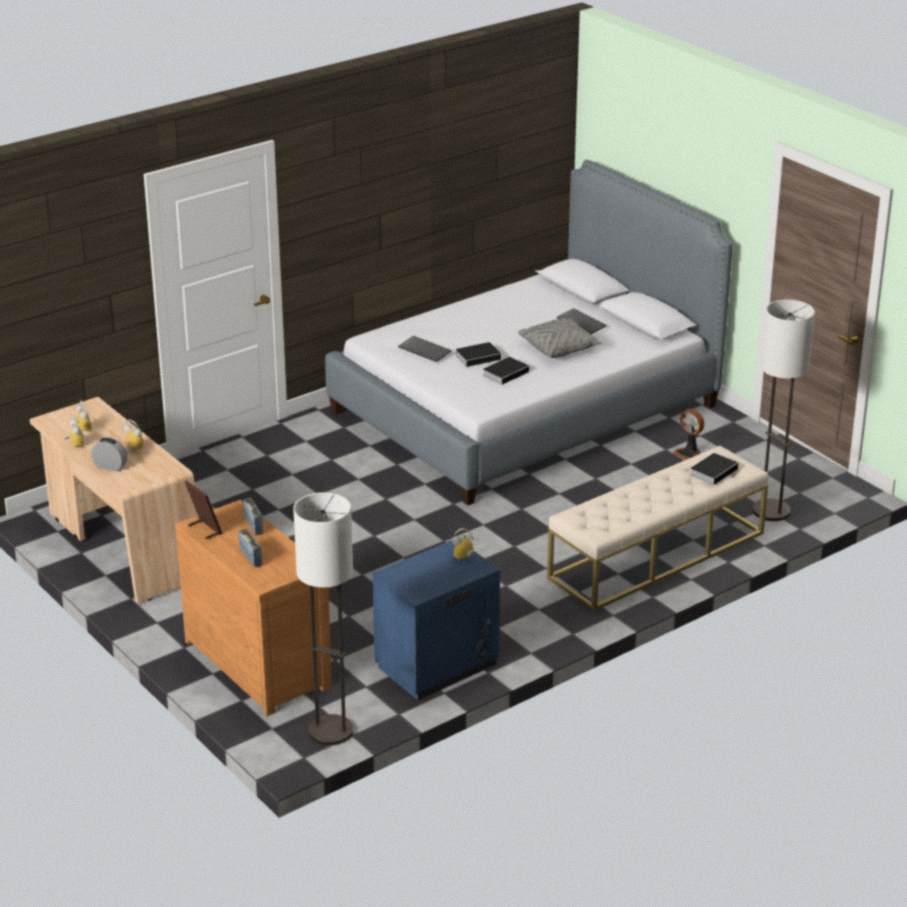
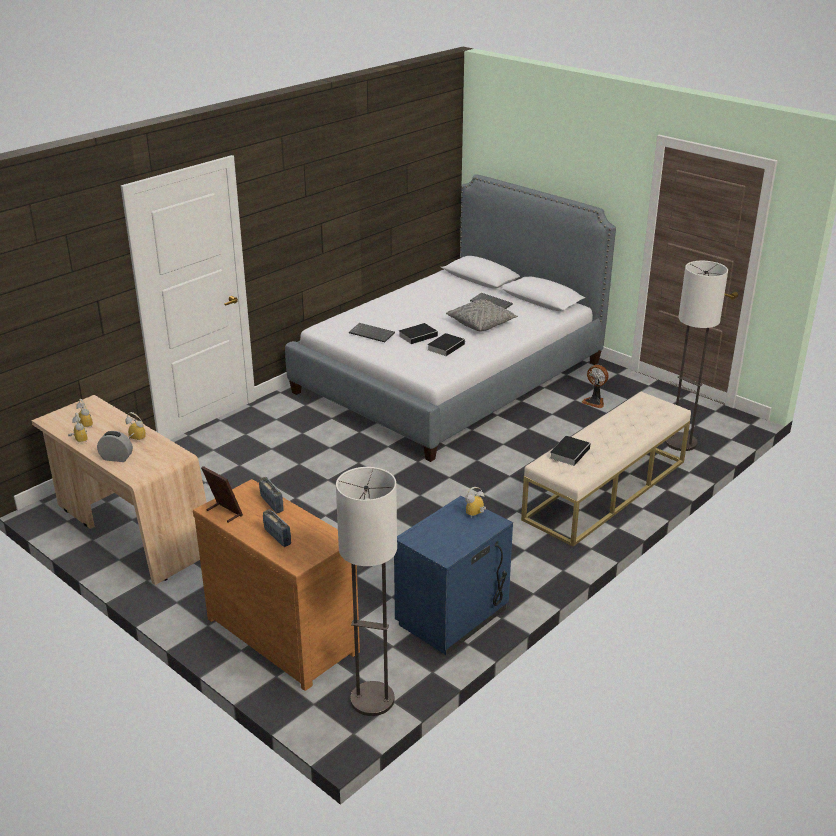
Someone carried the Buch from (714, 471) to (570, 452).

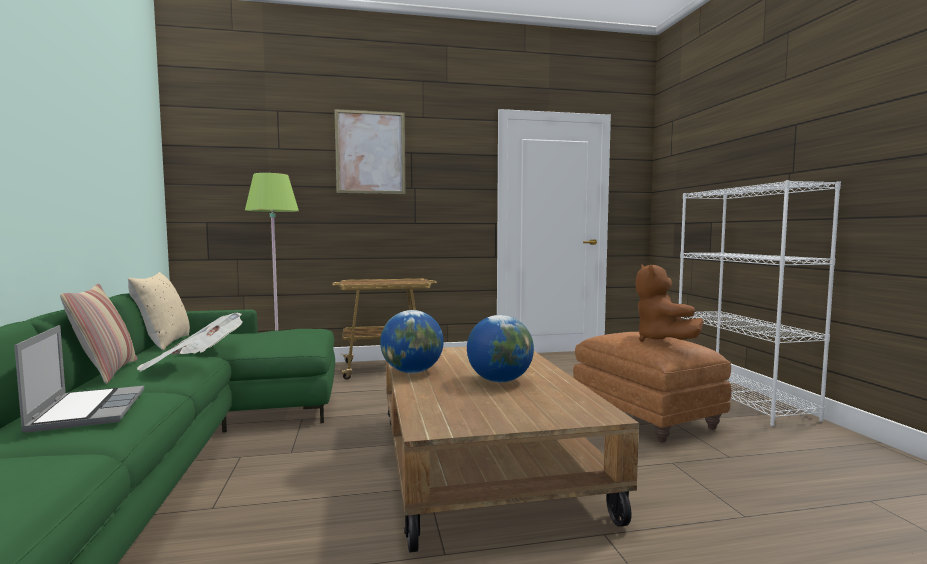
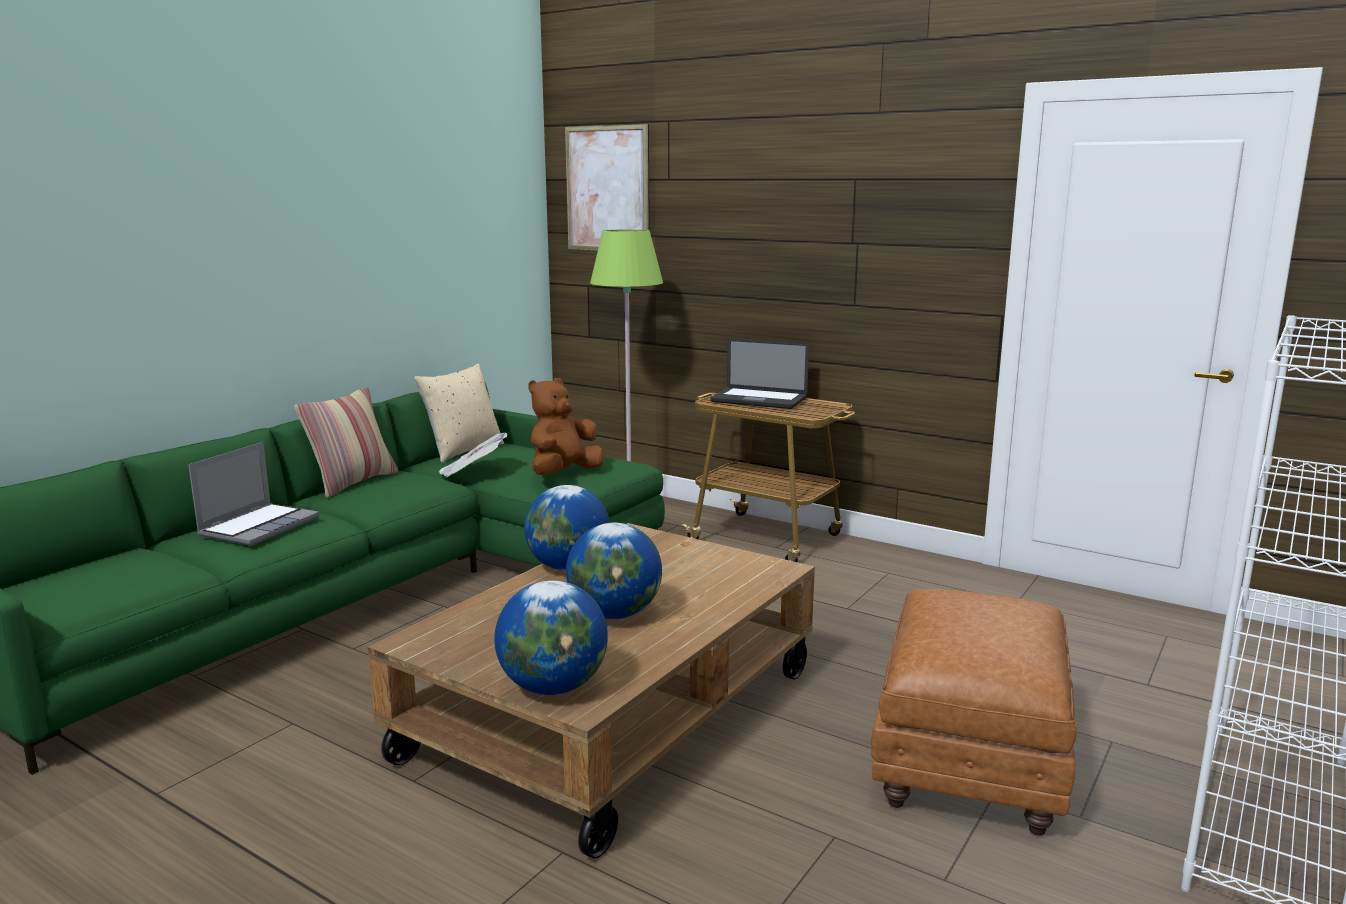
Someone took away the Zeitung at (173, 367).
Someone carried the Bild from (370, 152) to (607, 189).
Someone carried the Plüschtier [braun] from (662, 341) to (563, 474).
Someone put down the Globus at (553, 687).
Someone put down the Laptop at (758, 400).

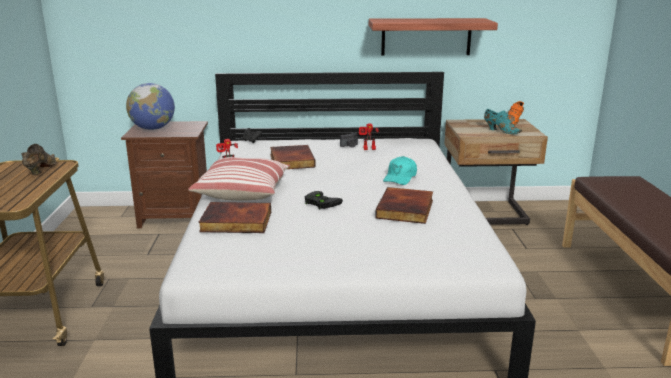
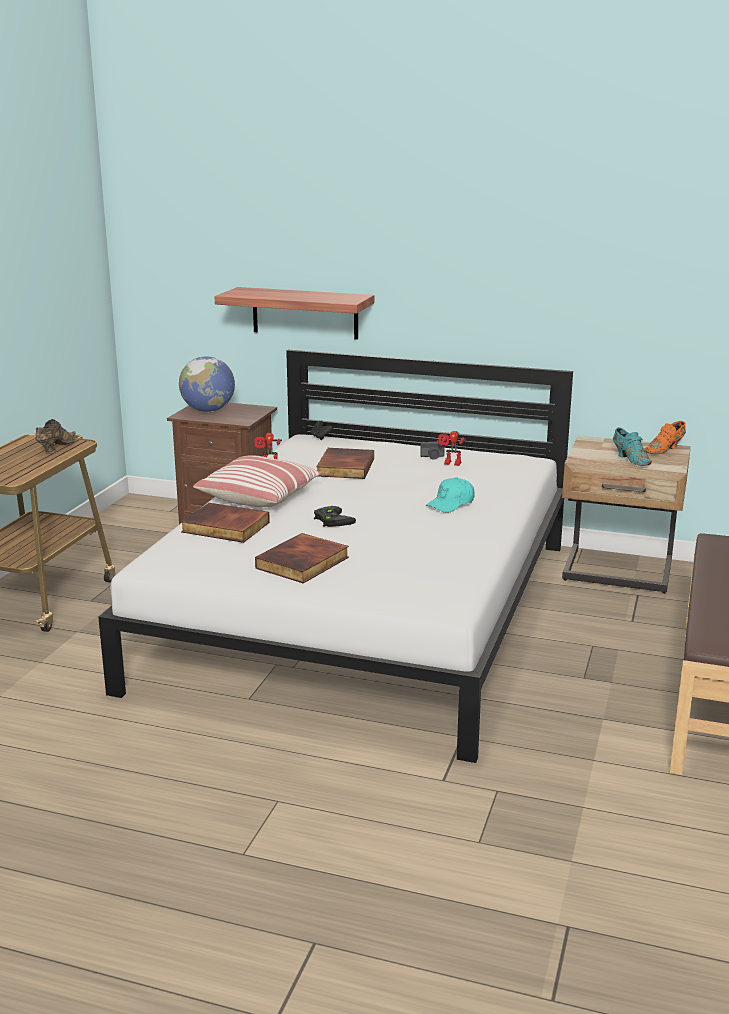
Someone carried the Wandregal from (426, 36) to (305, 313).
Someone carried the Buch from (406, 209) to (303, 563).

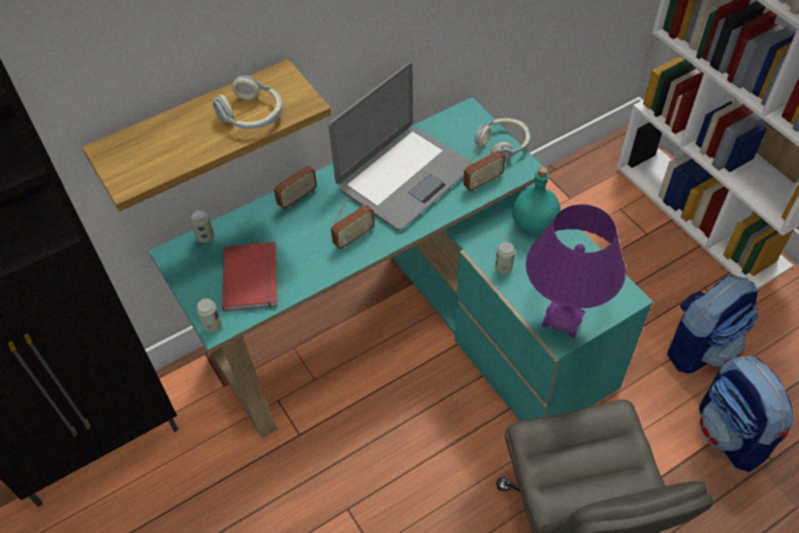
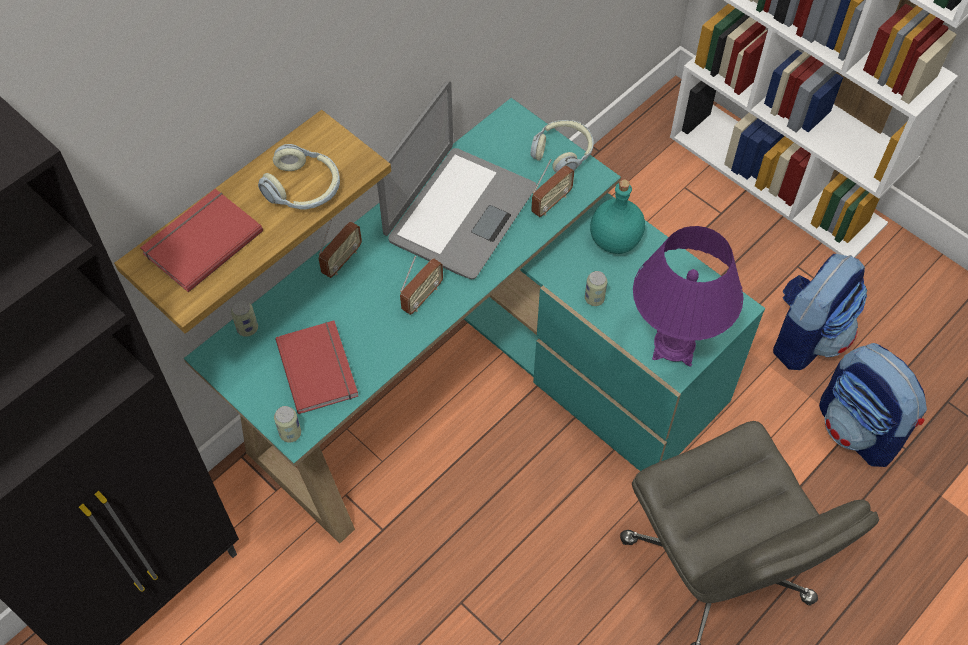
Someone put down the Buch [rot] at (200, 241).

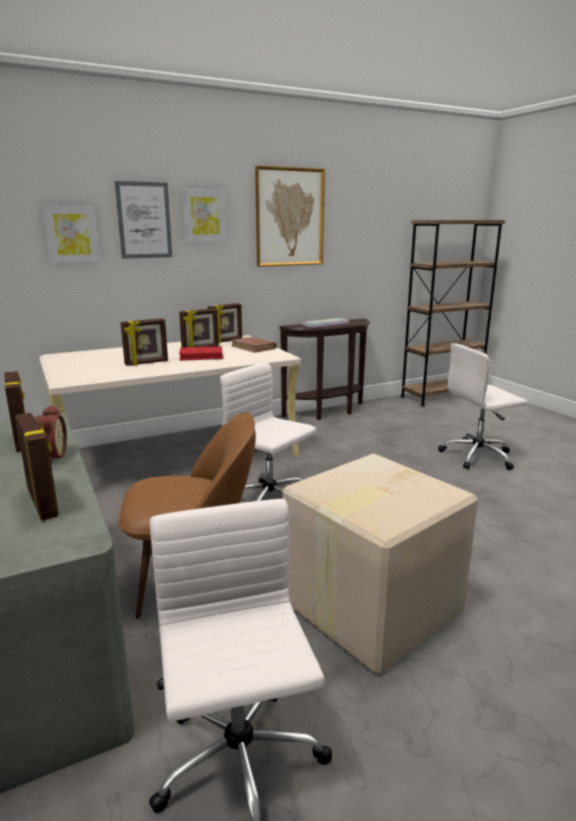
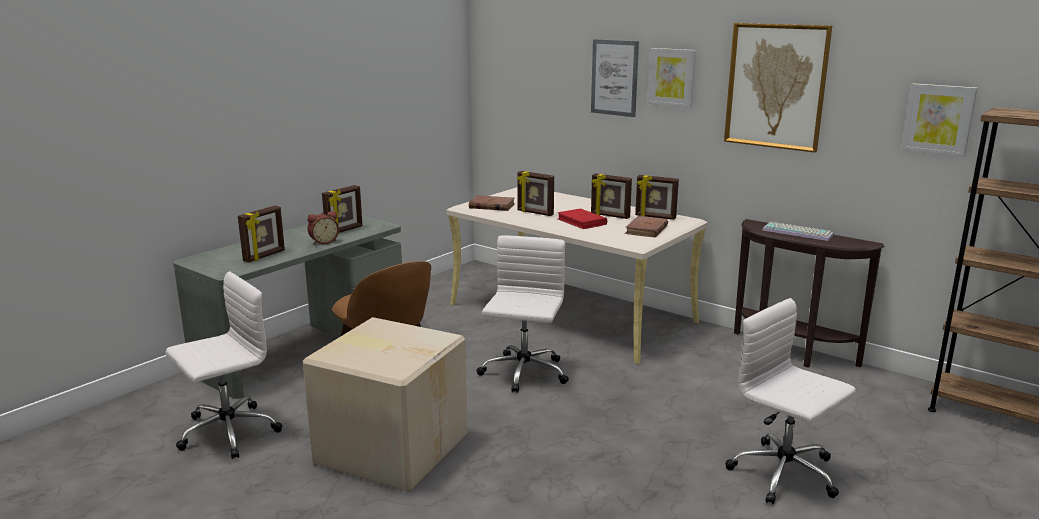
Someone carried the Bild from (72, 234) to (938, 119).
Someone put down the Buch [braun] at (491, 206).

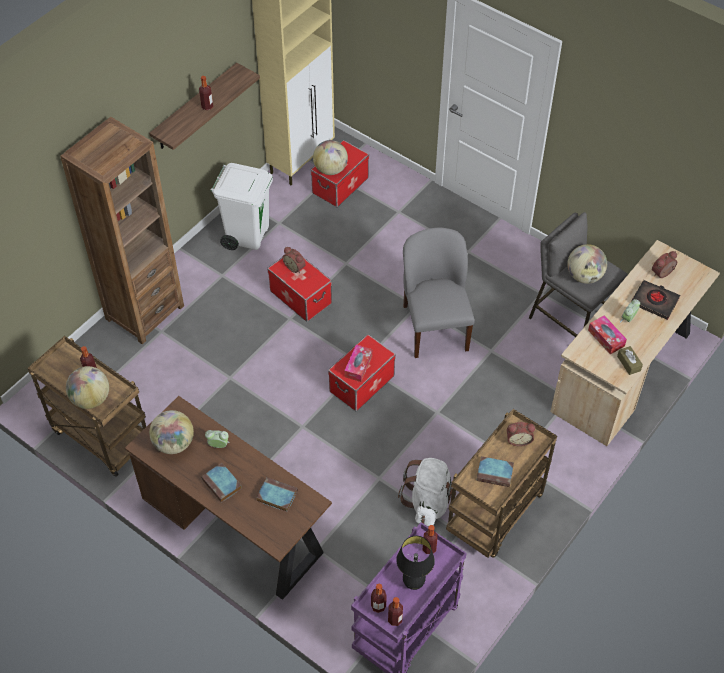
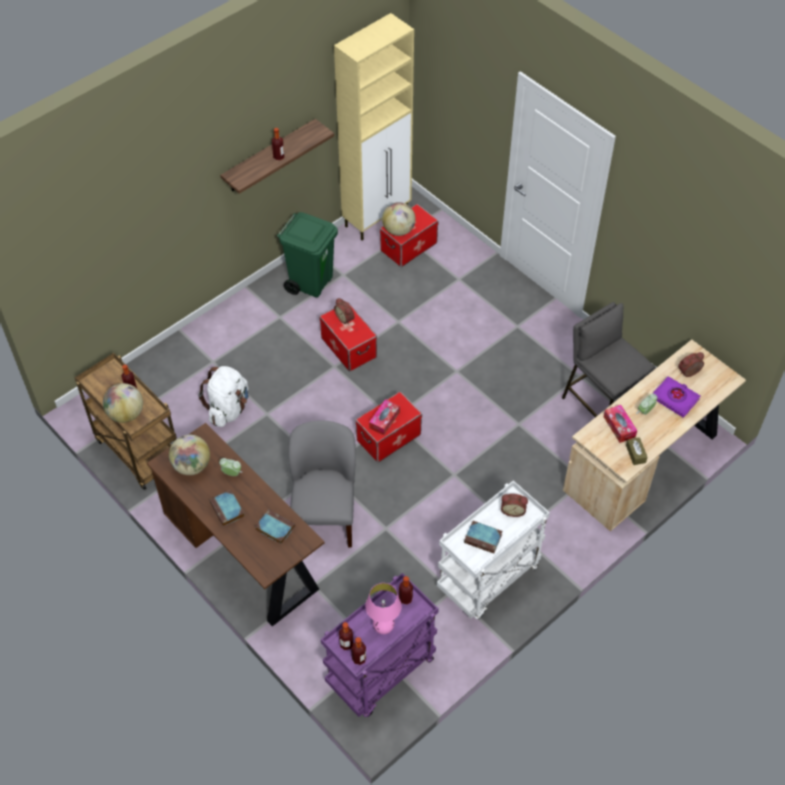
Someone took away the Bücherregal [braun] at (144, 312).
Someone repainted the Mülleimer [weiß] at (247, 235), which became the Mülleimer [grün] at (311, 282).
Someone repainted the Tischlampe [schwarz] at (413, 583), which became the Tischlampe [rosa] at (383, 628).
Someone carried the Rucksack [weiß] from (428, 502) to (228, 409).
Someone carried the Stuhl [grau] from (434, 327) to (325, 515).
Someone repainted the Rollwagen [braun] at (495, 515), which became the Rollwagen [weiß] at (488, 580).
Someone took away the Globus at (584, 276).
Someone repainted the Buch [schwarz] at (654, 301), which became the Buch [lila] at (675, 398).

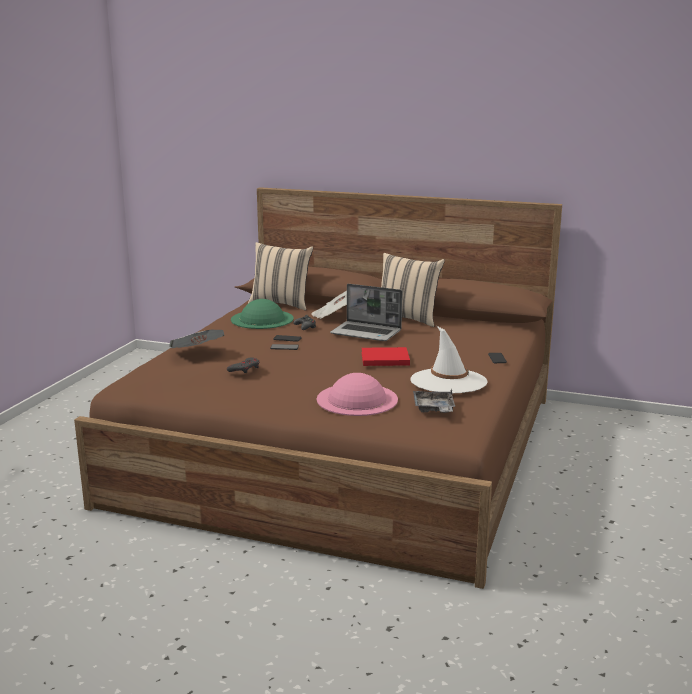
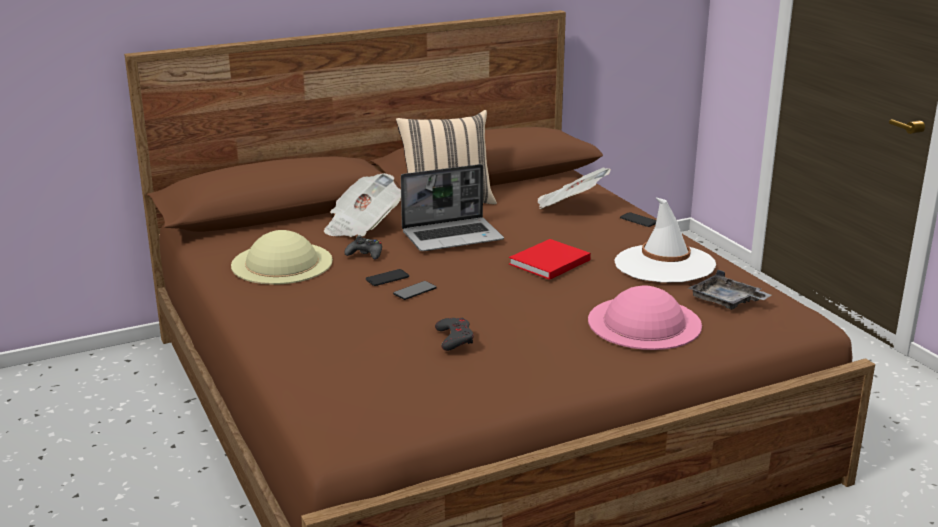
Someone carried the Zeitung from (197, 354) to (570, 207).
Someone repainted the Hut [grün] at (262, 319), which became the Hut [beige] at (282, 263).
Someone took away the Kissen [beige] at (281, 304).

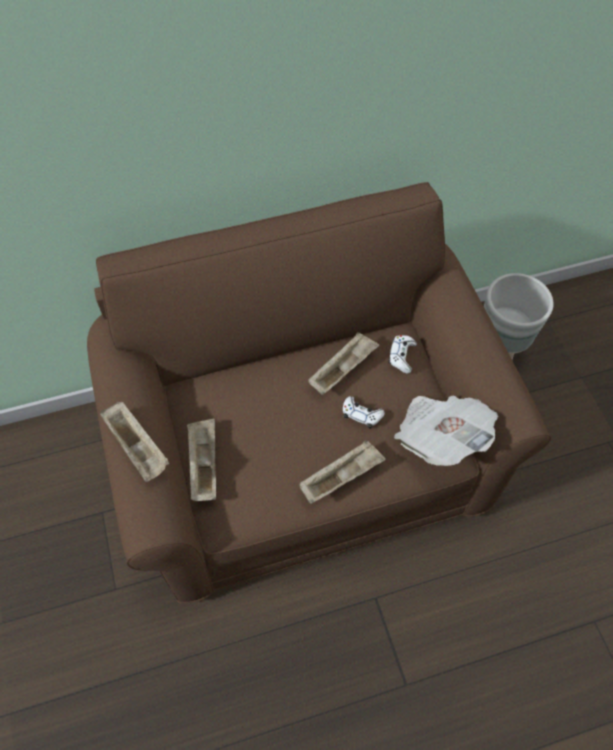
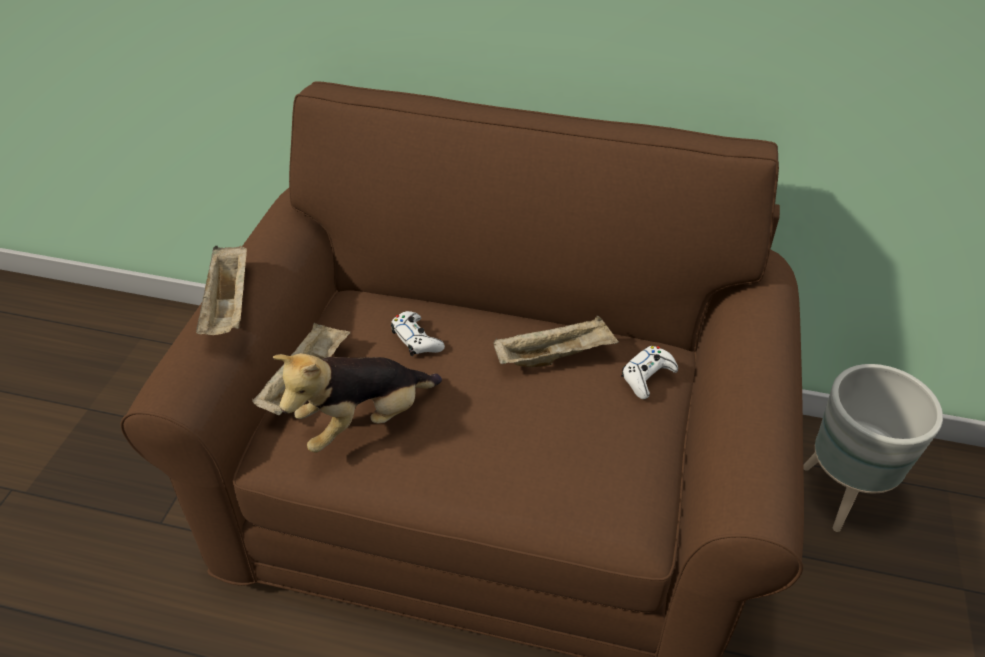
Someone took away the Tablett [beige] at (341, 477).
Someone carried the Gamepad [weiß] from (361, 414) to (416, 339).
Someone took away the Zeitung at (440, 436).
Someone put down the Plüschtier at (364, 422).

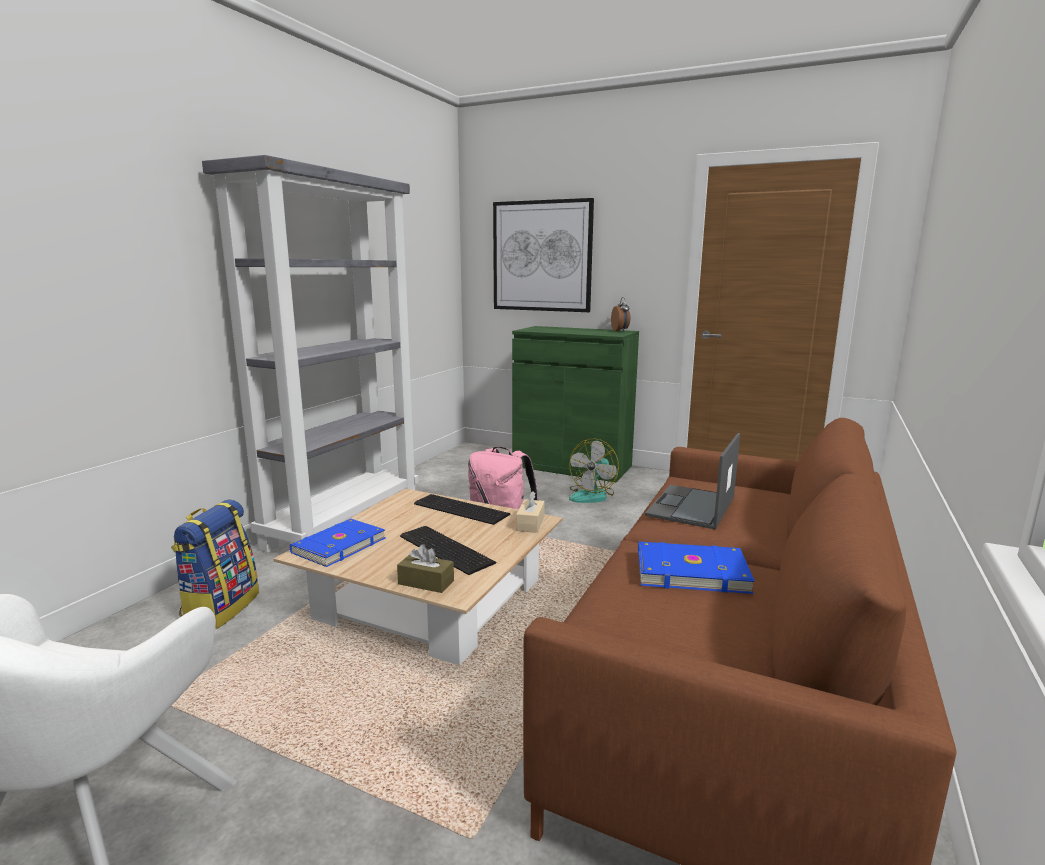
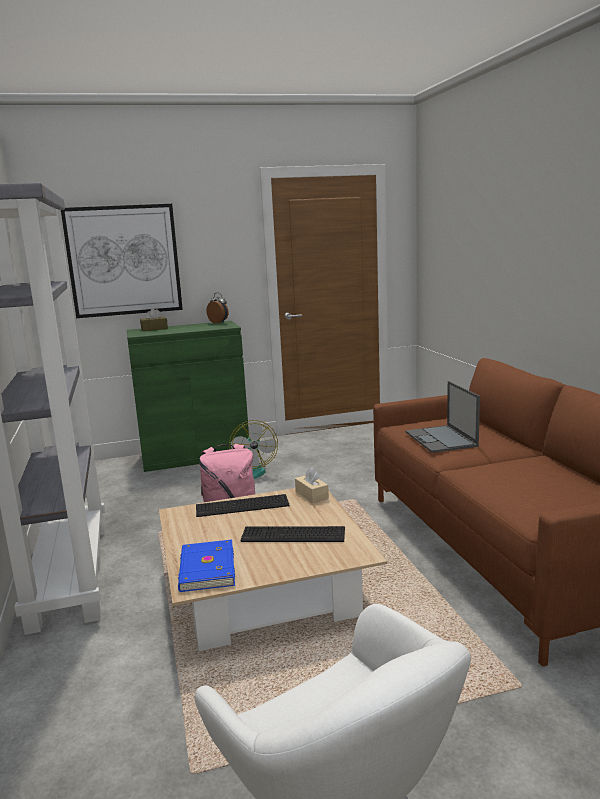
Someone took away the Rucksack at (221, 608).
Someone carried the Taschentuchbox [braun] from (426, 582) to (154, 329).
Someone took away the Buch [blau] at (690, 570).

